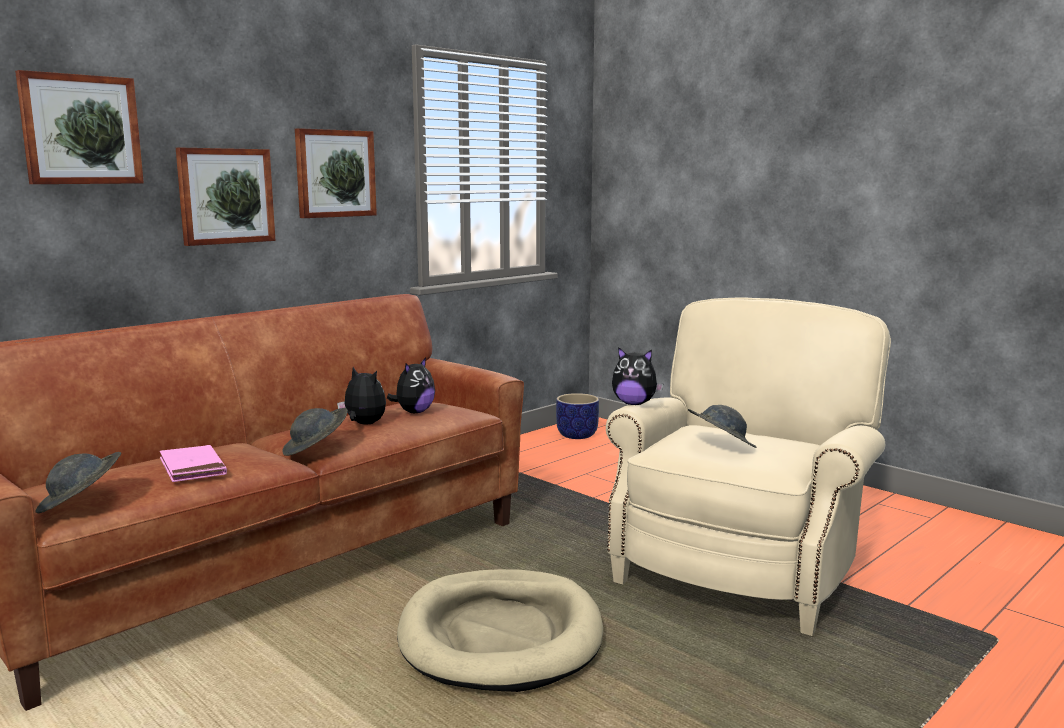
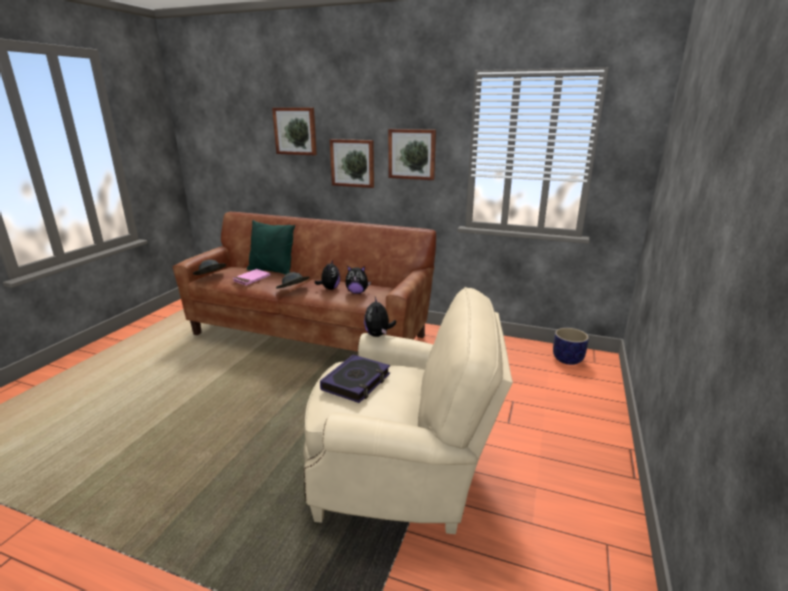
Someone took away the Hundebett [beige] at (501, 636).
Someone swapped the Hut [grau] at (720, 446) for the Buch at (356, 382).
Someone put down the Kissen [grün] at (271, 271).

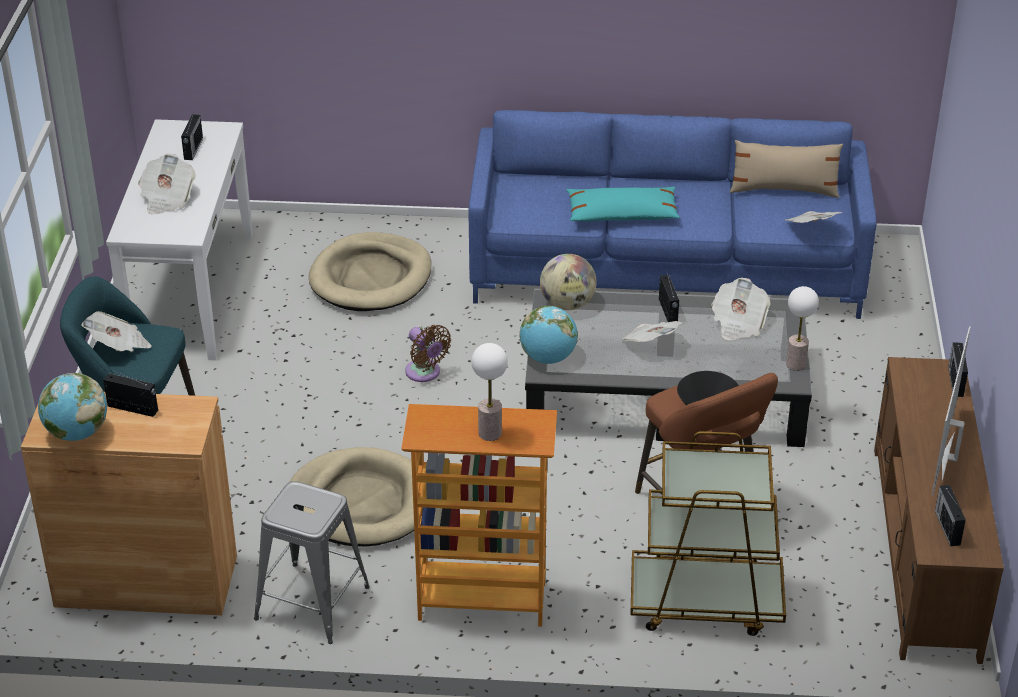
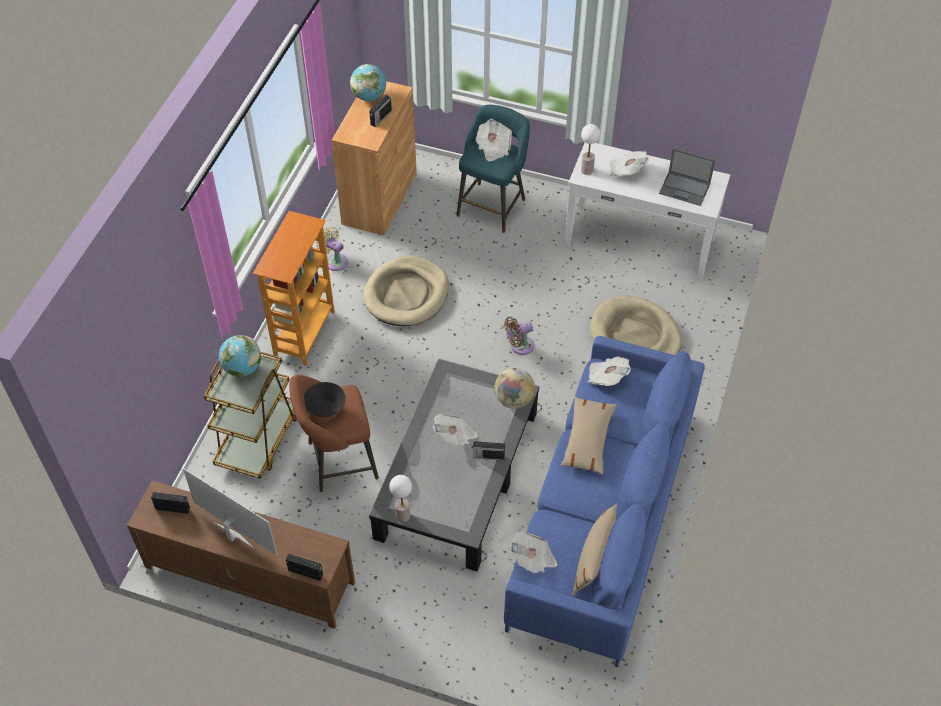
Someone swapped the Radio at (193, 149) for the Laptop at (685, 189).
Someone swapped the Hocker [grau] at (311, 603) for the Ventilator [beige] at (334, 261).
Someone carried the Tischlampe from (489, 433) to (587, 170).
Someone carried the Globus from (548, 358) to (242, 368).
Someone repainted the Kissen [türkis] at (622, 214), which became the Kissen [beige] at (587, 440).
Someone carried the Zeitung from (738, 323) to (607, 377).

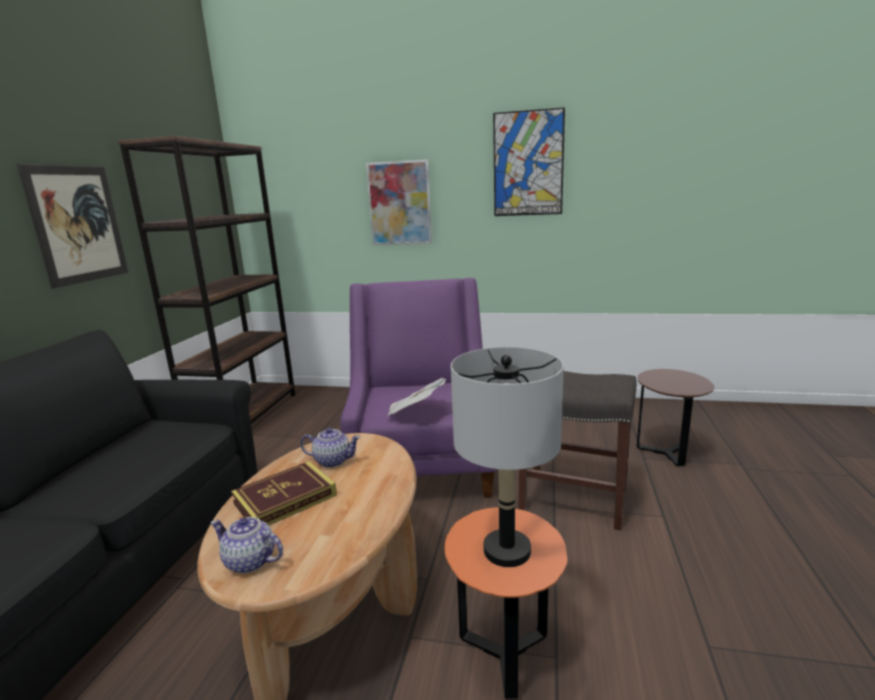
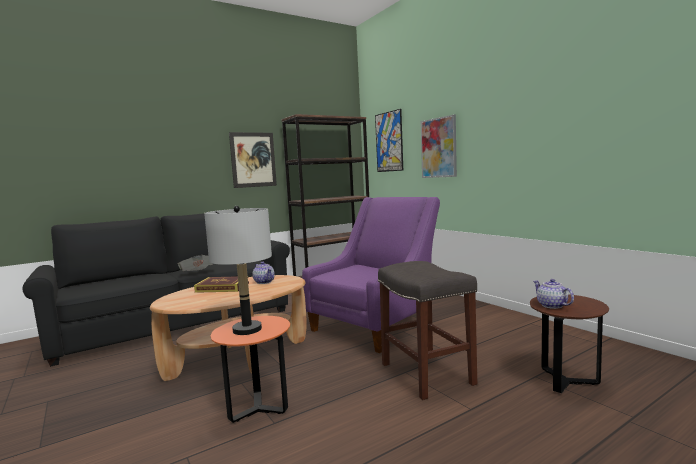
Someone carried the Teekanne from (250, 562) to (552, 305).
Someone carried the Zeitung from (415, 412) to (198, 273).
Someone carried the Bild from (528, 164) to (389, 142).

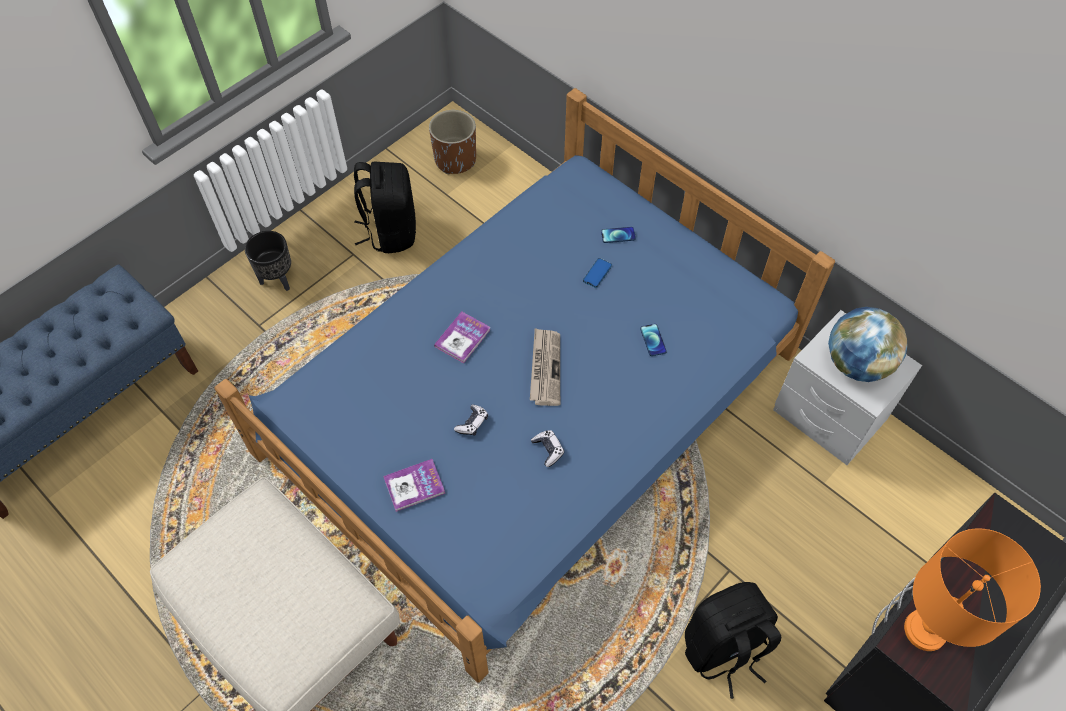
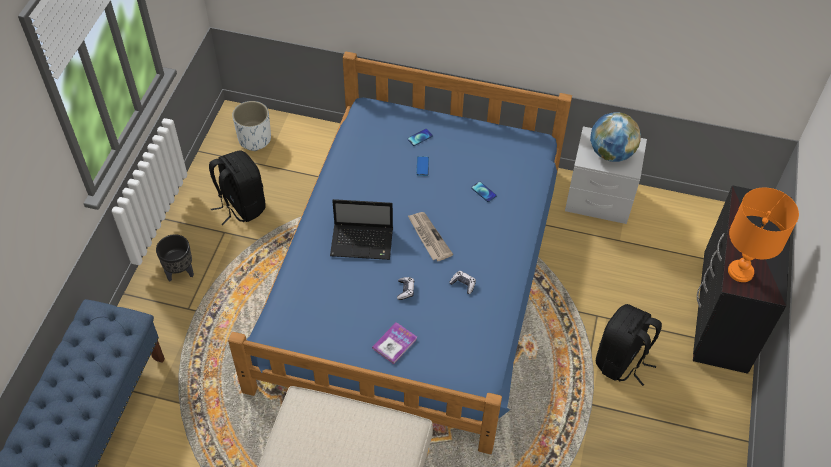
Someone repainted the Pflanzkübel [braun] at (455, 160), which became the Pflanzkübel [weiß] at (254, 139).
Someone swapped the Buch at (462, 338) for the Laptop at (363, 242).

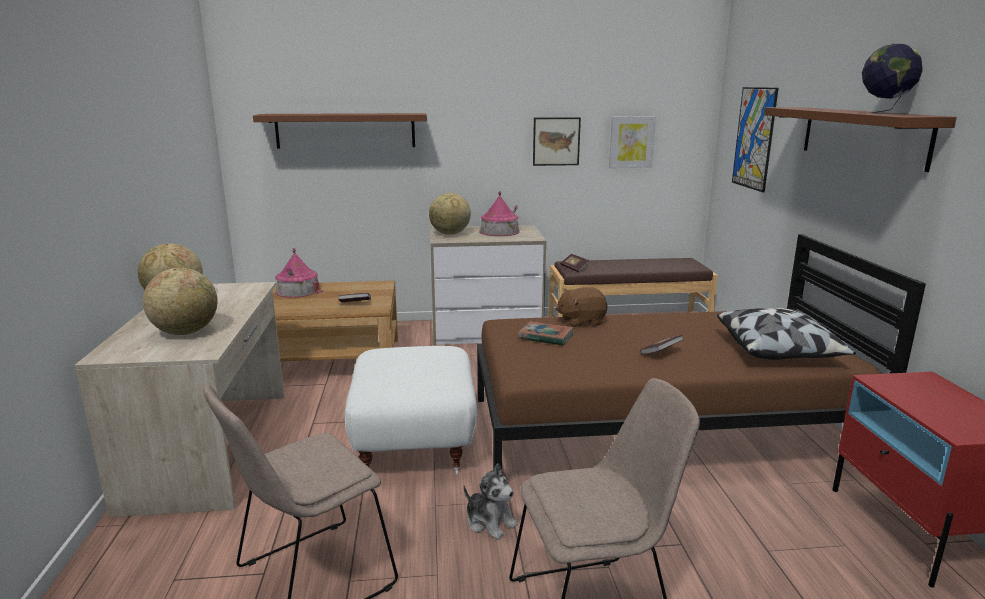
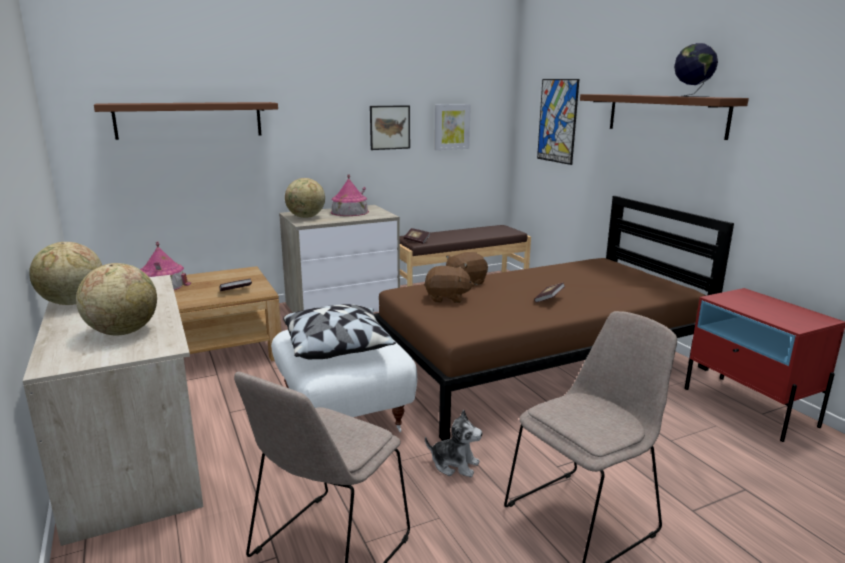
Someone swapped the Buch at (545, 337) for the Plüschtier [braun] at (447, 298).
Someone carried the Kissen from (779, 351) to (338, 347).

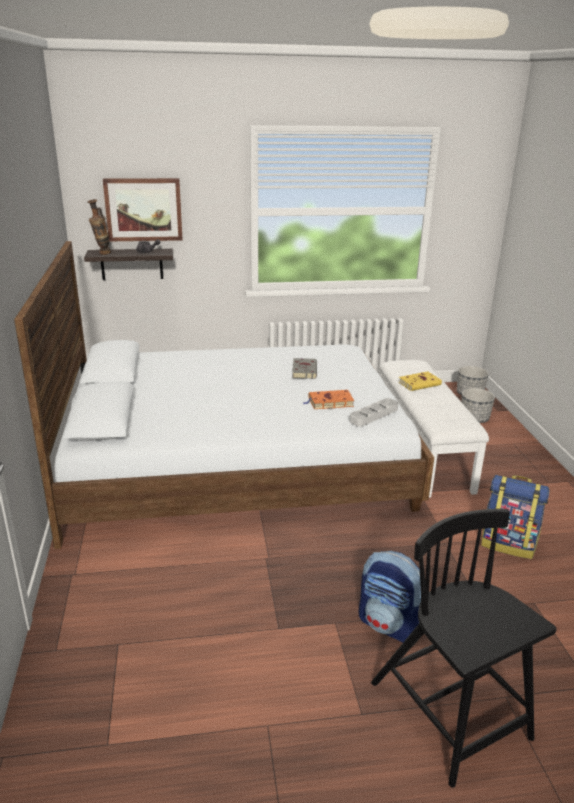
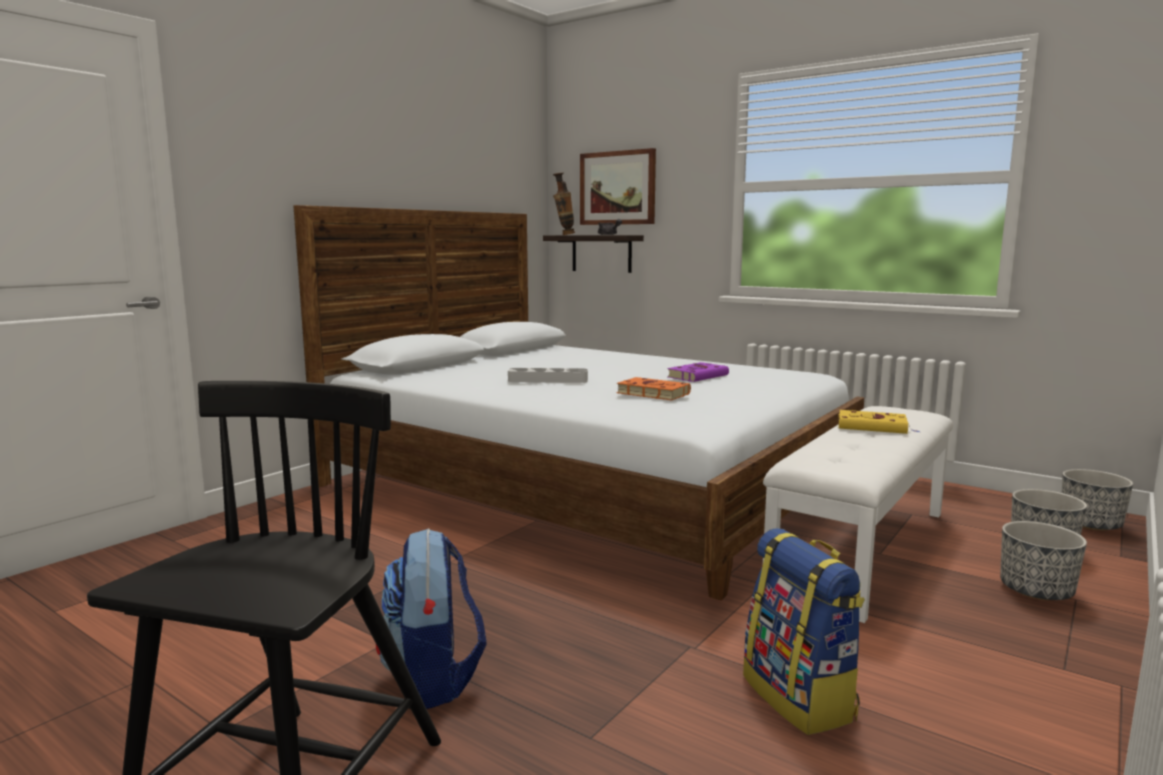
Someone repainted the Buch [grau] at (304, 370), which became the Buch [lila] at (698, 376).
Someone carried the Tablett [grau] from (374, 415) to (548, 380).
Someone put down the Pflanzkübel at (1036, 591).

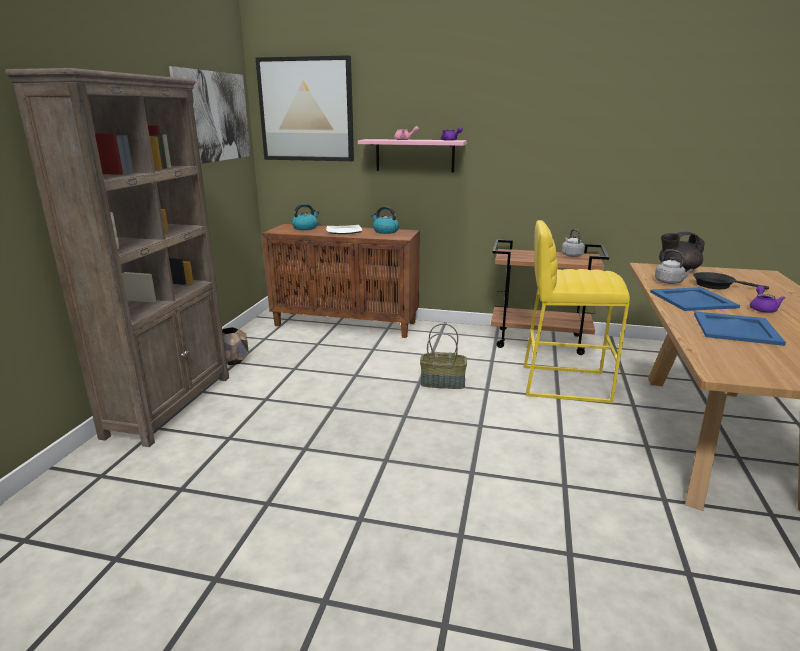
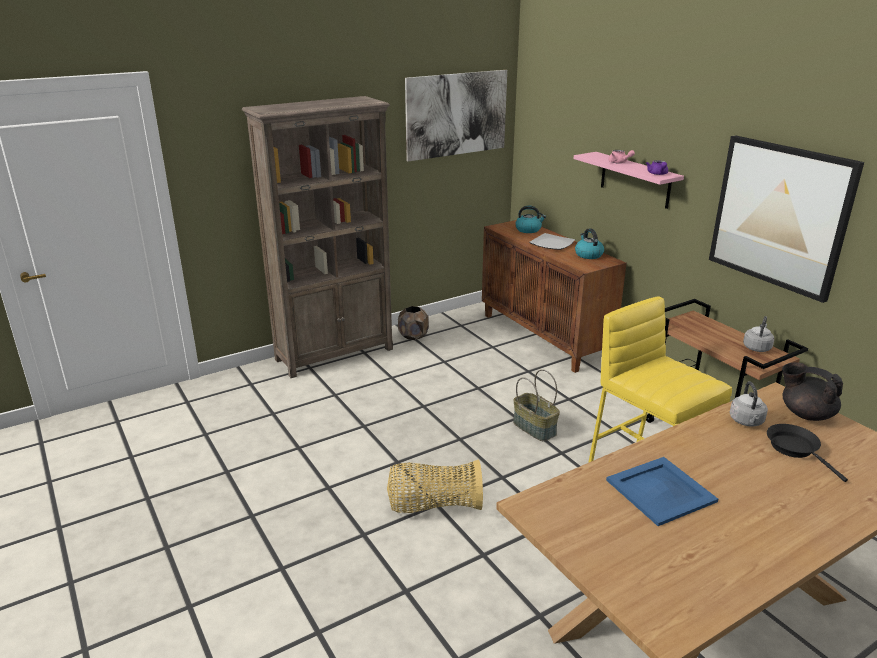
Someone carried the Bild from (306, 110) to (780, 215).
Someone took away the Tablett [blau] at (692, 300).
Someone took away the Teekanne [lila] at (762, 308).
Someone put down the Korb at (434, 506).

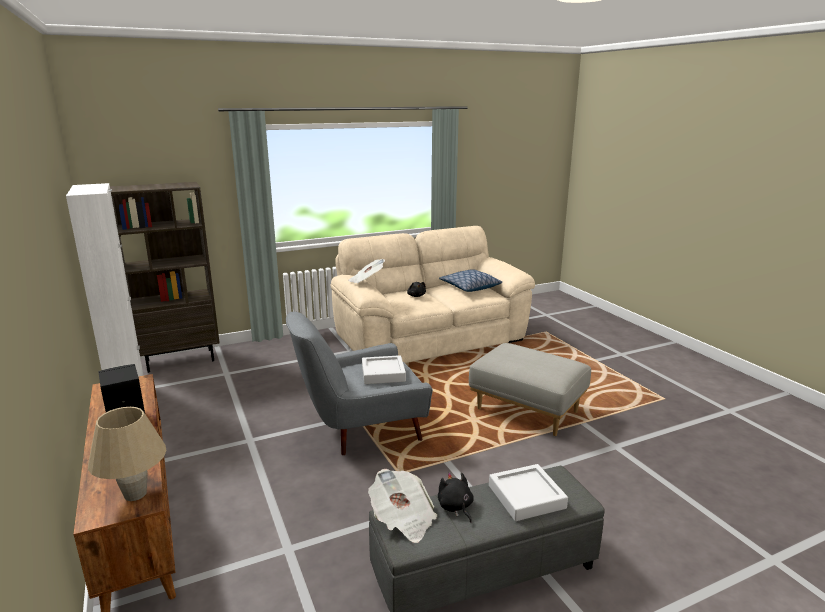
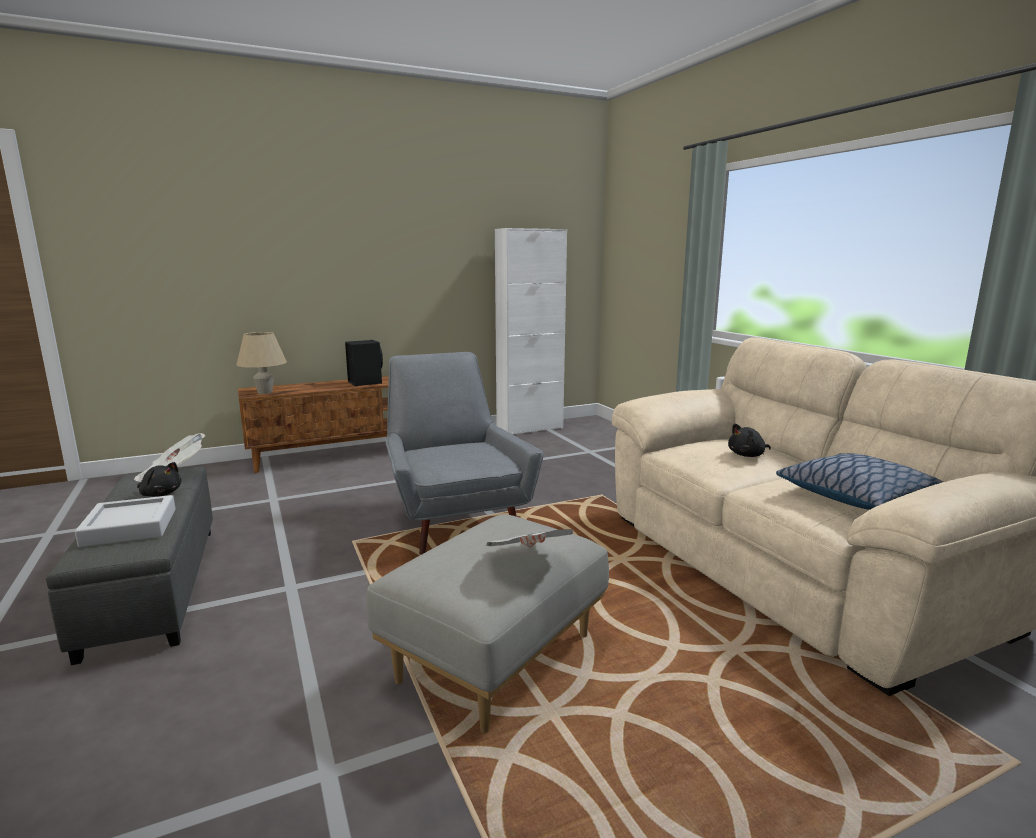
Someone took away the Bücherregal [braun] at (181, 360).
Someone carried the Zeitung from (366, 280) to (528, 561).
Someone took away the Tablett [grau] at (383, 373).
Someone rotated the Plüschtier [schwarz] at (455, 507) by 45 degrees clockwise.

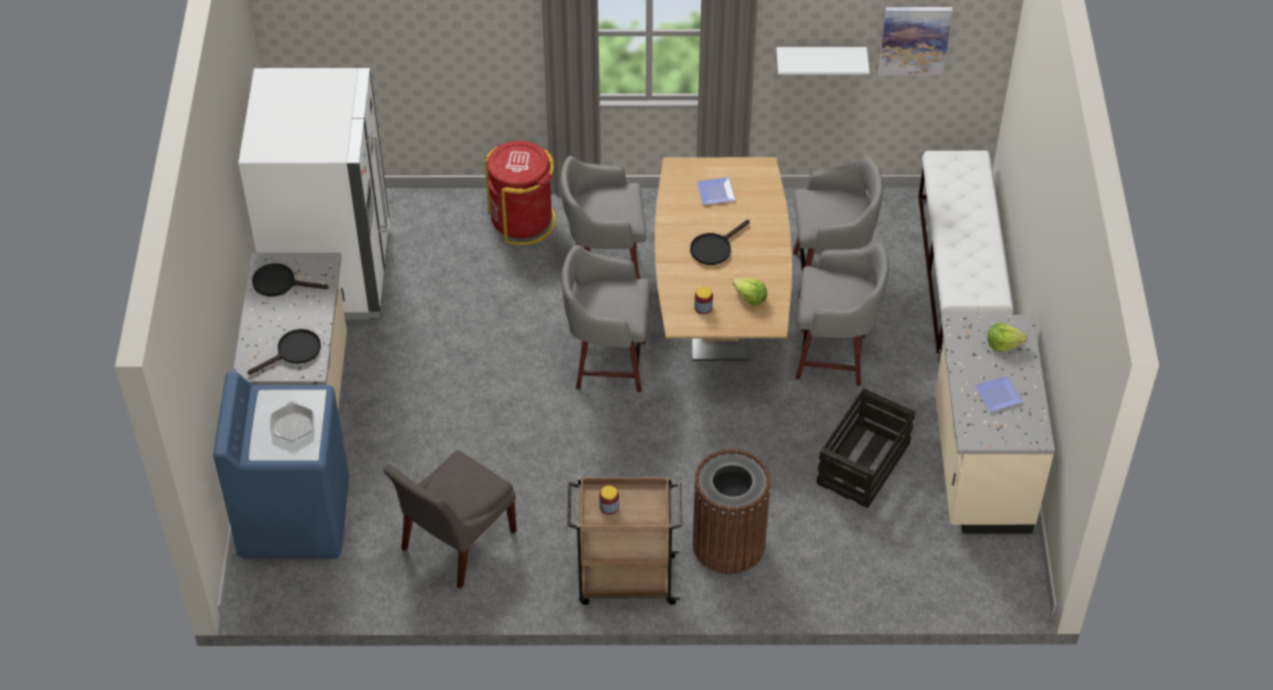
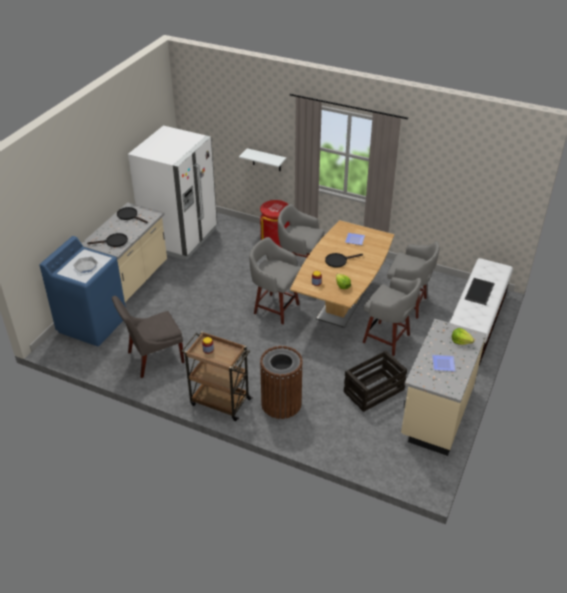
Someone carried the Wandregal [weiß] from (820, 59) to (266, 160).
Someone took away the Bild at (914, 39).
Someone put down the Tablett at (480, 292).

